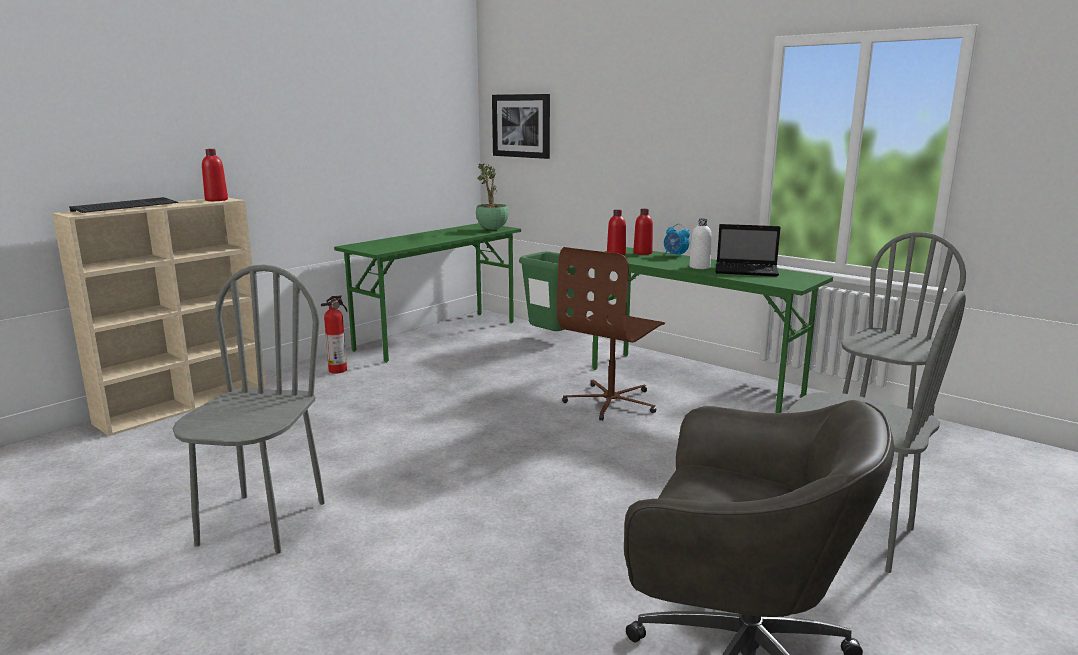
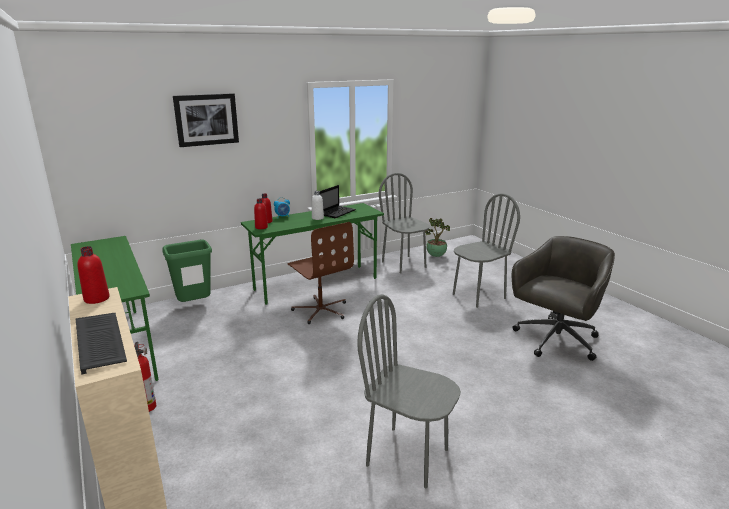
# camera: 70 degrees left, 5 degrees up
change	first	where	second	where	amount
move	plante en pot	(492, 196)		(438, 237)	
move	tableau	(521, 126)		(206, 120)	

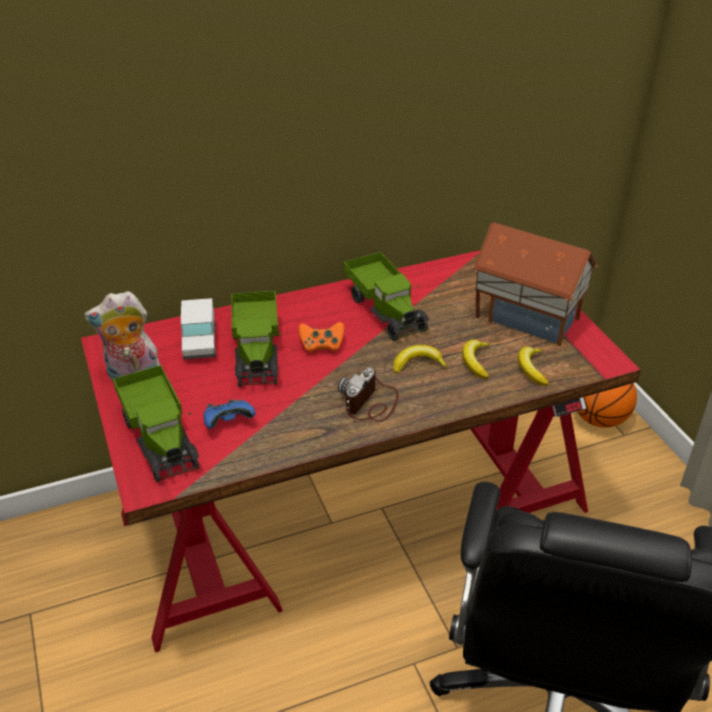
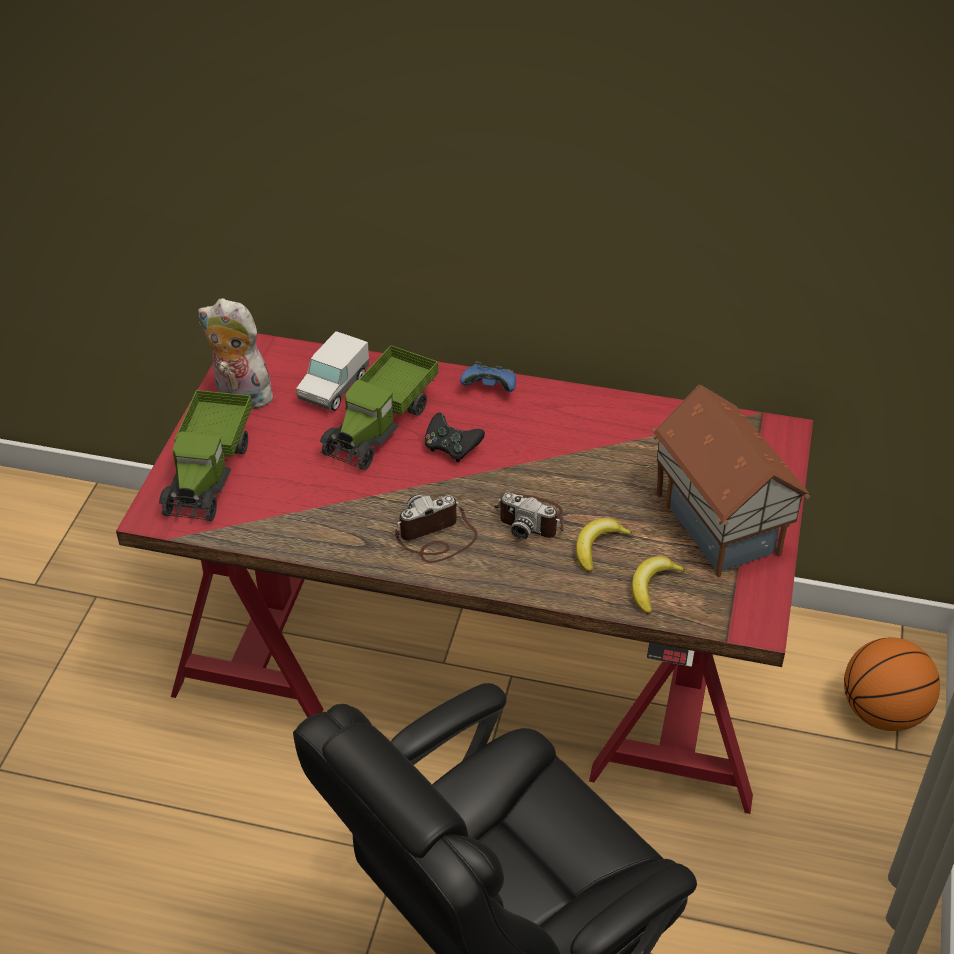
# camera: 35 degrees right, 5 degrees up
change	first	where	second	where	amount
delete	camion jouet	(386, 296)			
move	manette/bleu	(230, 414)		(488, 377)	
replace	banane	(420, 359)	appareil photo	(529, 516)	
recolor	manette/orange	(321, 337)	manette/noir	(455, 437)	

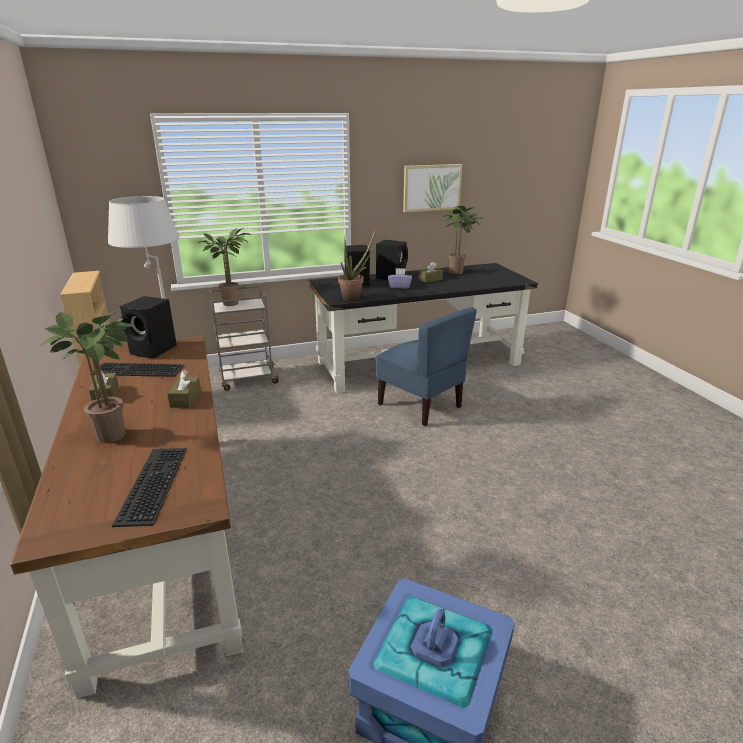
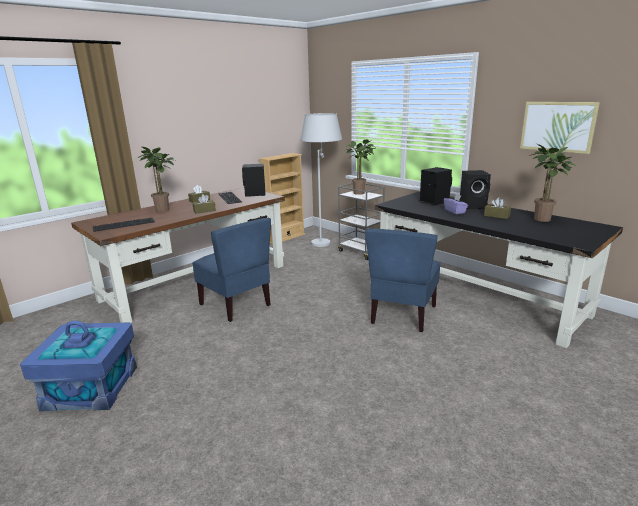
# camera: 65 degrees right, 5 degrees down
change	first	where	second	where	amount
delete	plante en pot	(357, 265)			
insert			chaise/bleu	(231, 270)	

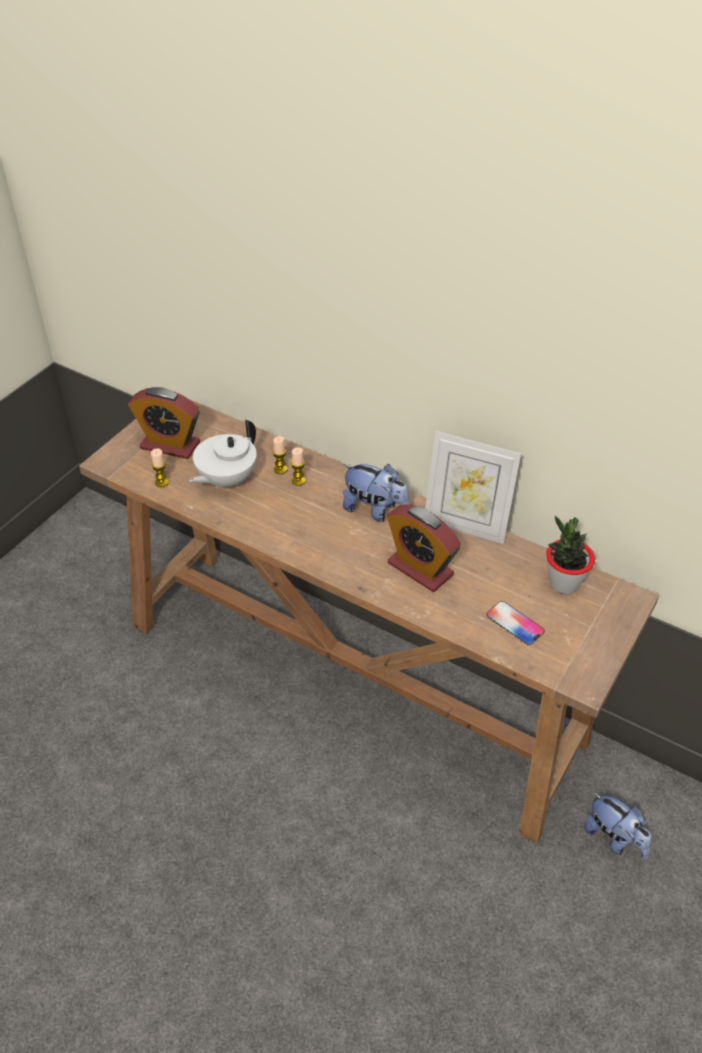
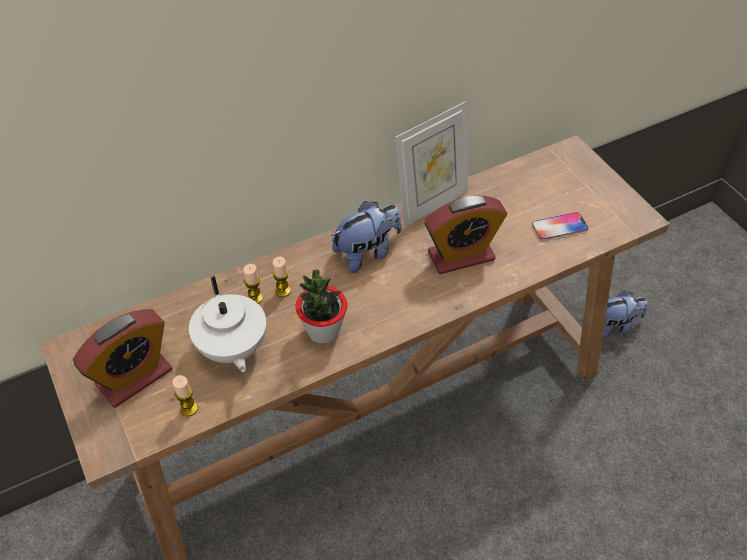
# camera: 60 degrees left, 5 degrees up
change	first	where	second	where	amount
move	plante en pot	(570, 555)		(321, 306)	

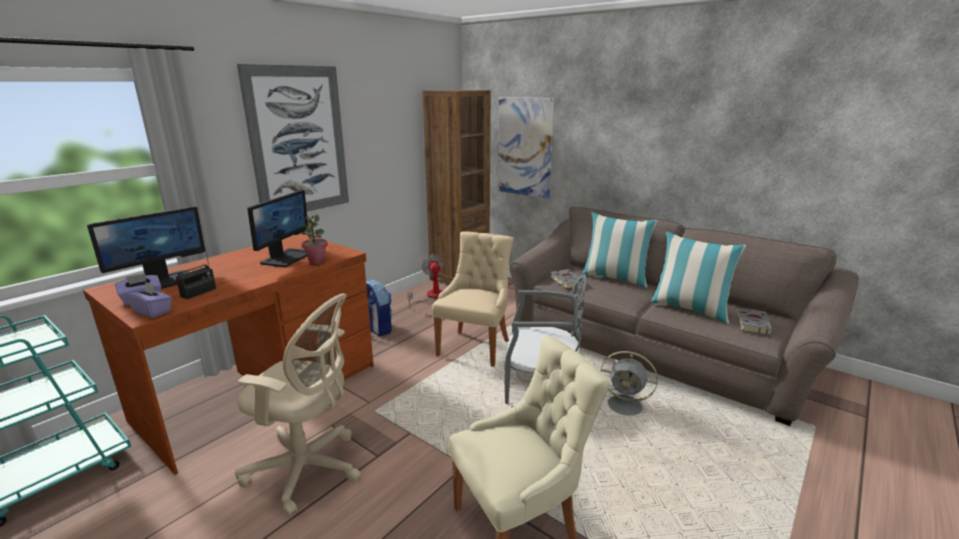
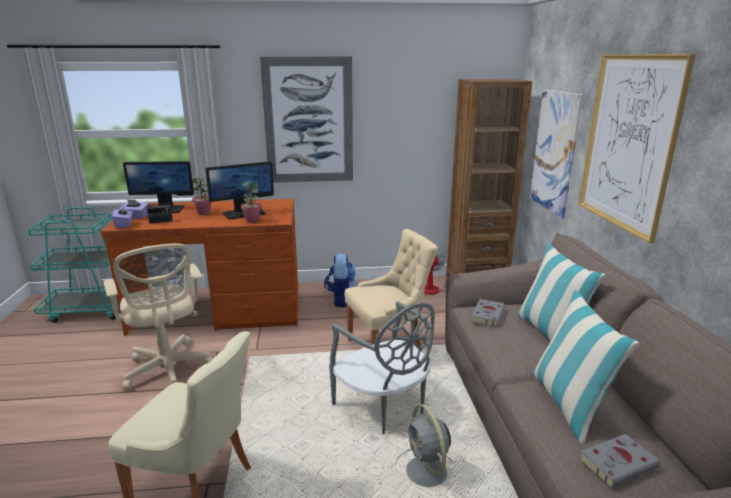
# camera: 45 degrees right, 0 degrees up
change	first	where	second	where	amount
insert			plante en pot	(201, 196)	
insert			tableau	(637, 148)	

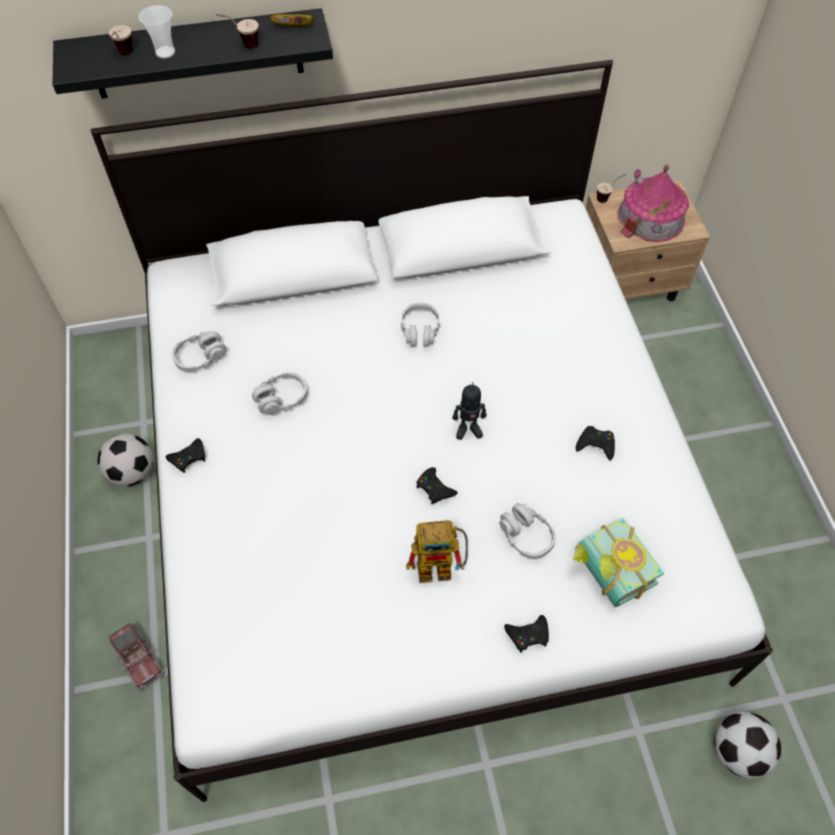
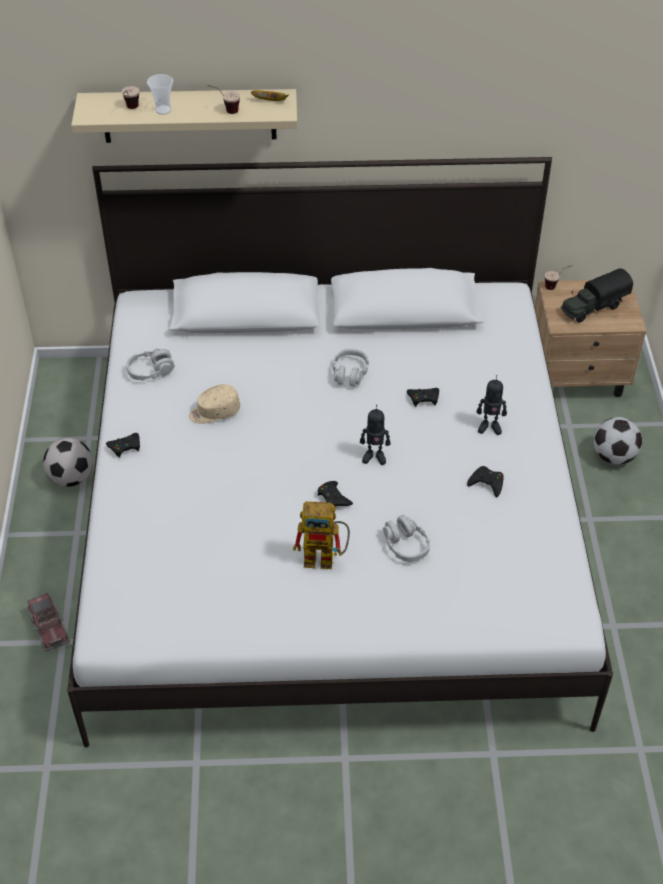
# camera: 10 degrees right, 10 degrees down
change	first	where	second	where	amount
delete	livre	(618, 562)			
insert			robot jouet	(492, 405)	
move	manette/noir	(526, 634)		(423, 397)	
move	ballon de foot	(747, 745)		(618, 441)	
replace	casque audio/gris	(280, 393)	casquette/beige	(214, 404)	
replace	maison miniature	(653, 203)	camion jouet	(597, 295)	
recolor	étagère/noir	(193, 53)	étagère/beige	(184, 116)	

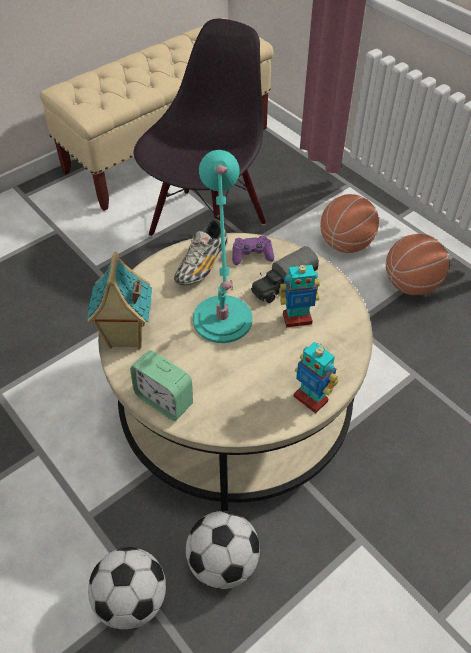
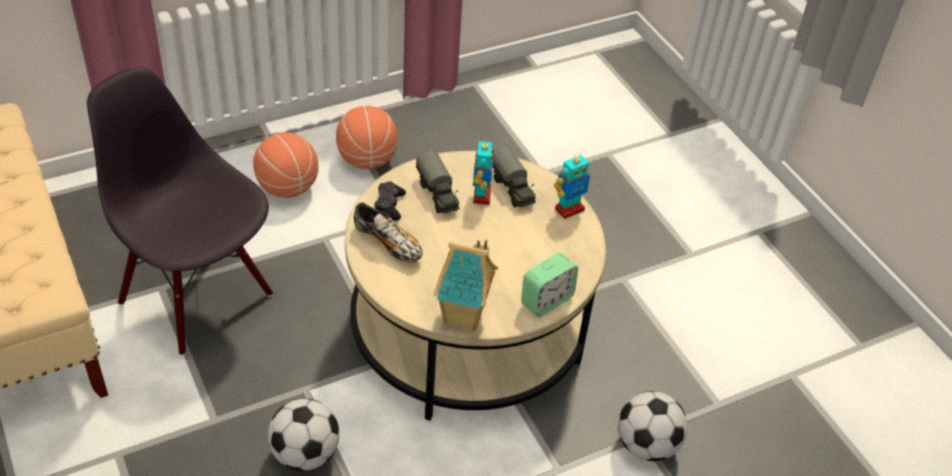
# camera: 80 degrees left, 5 degrees down
change	first	where	second	where	amount
delete	lampe de table/turquoise	(222, 246)			
insert			camion jouet	(514, 176)	
move	ballon de foot	(223, 550)		(304, 435)	
recolor	manette/violet	(253, 250)	manette/noir	(390, 201)	

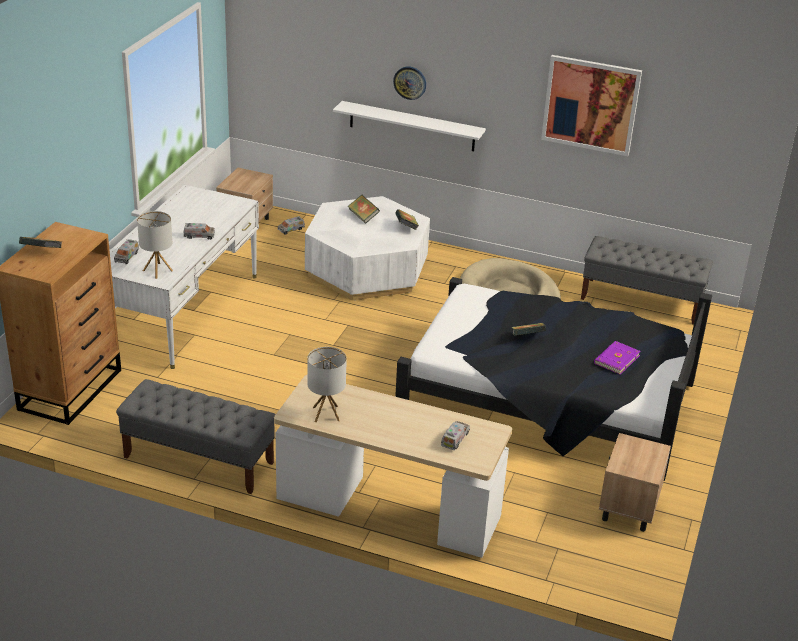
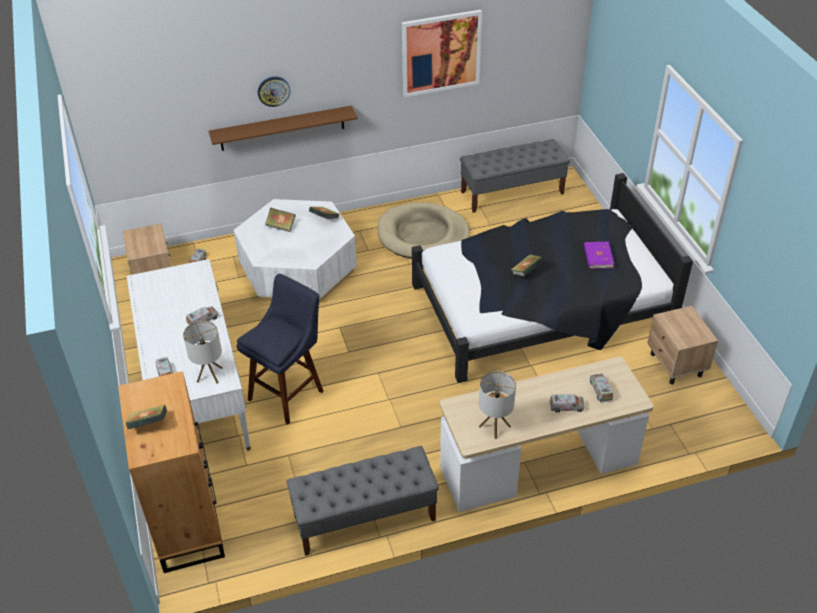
# camera: 35 degrees left, 10 degrees up
change	first	where	second	where	amount
insert			tabouret/bleu	(280, 349)	
insert			camion jouet	(567, 403)	
recolor	étagère/blanc	(409, 126)	étagère/marron	(283, 128)	

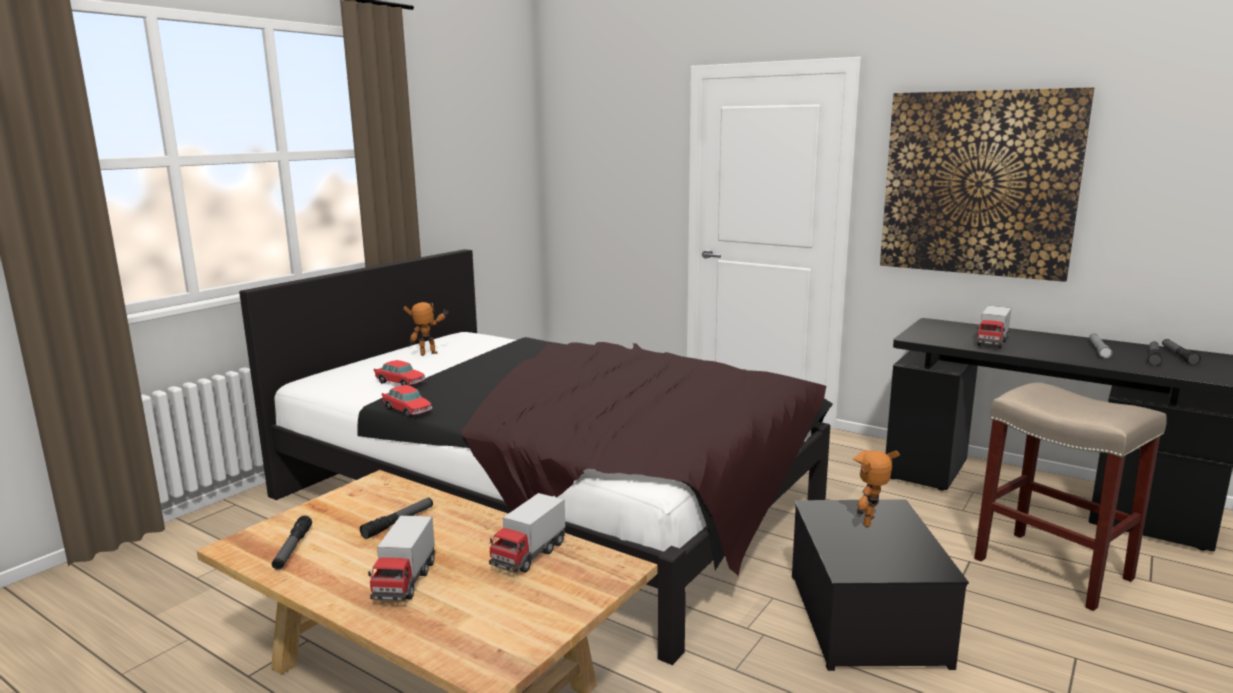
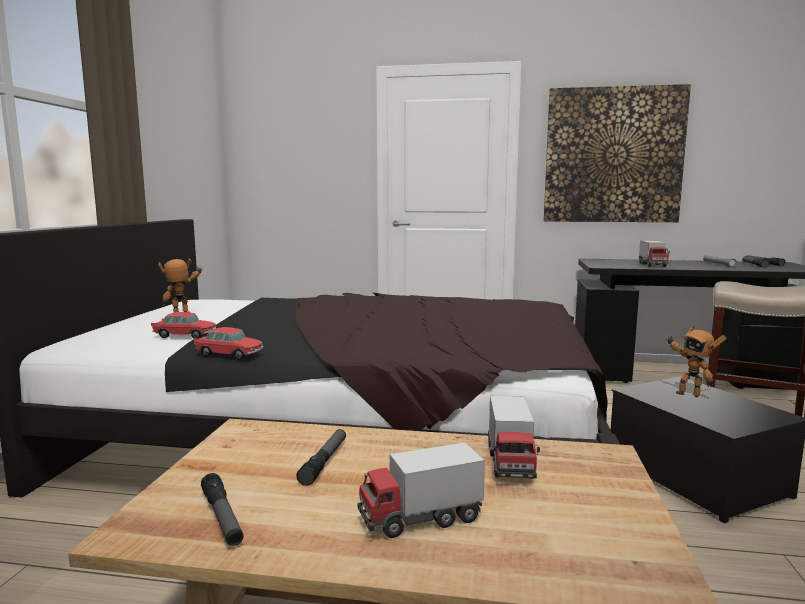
# camera: 25 degrees left, 5 degrees down
change	first	where	second	where	amount
rotate	camion jouet	(401, 558)		(421, 490)	90 degrees clockwise
rotate	robot jouet	(876, 488)		(696, 361)	60 degrees counterclockwise

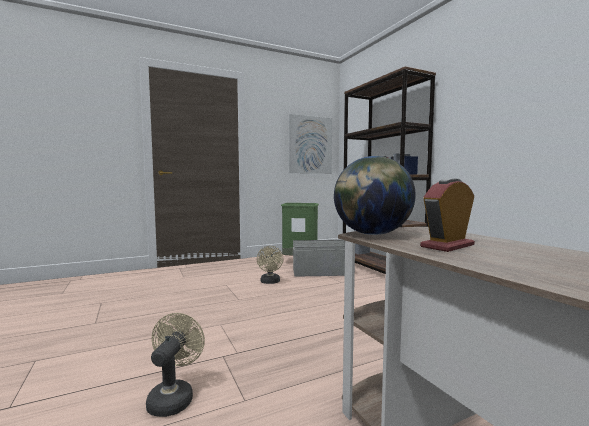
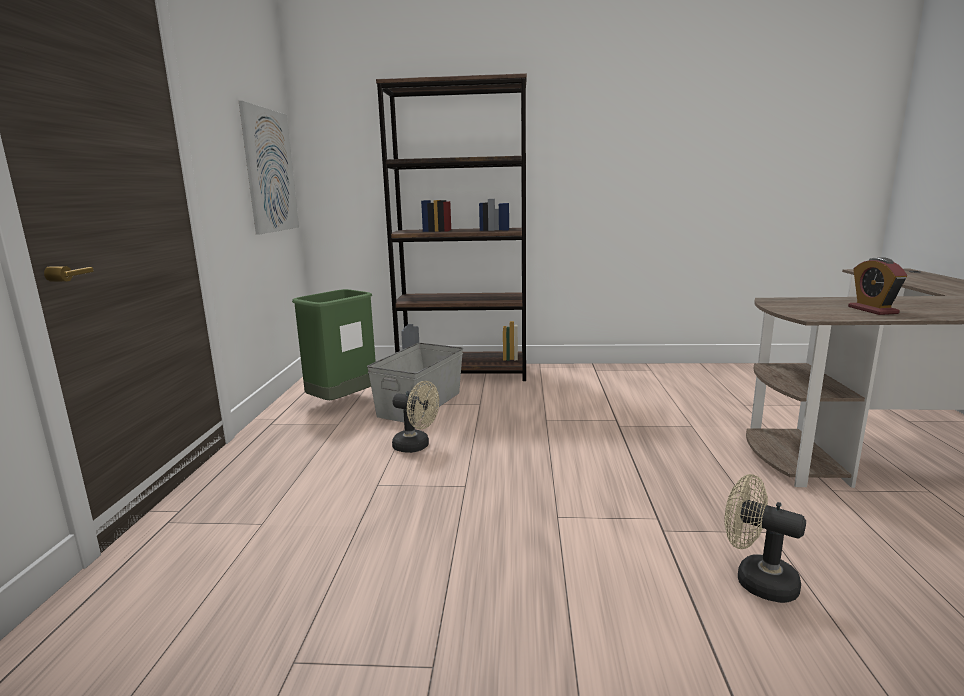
# camera: 60 degrees left, 10 degrees up
change	first	where	second	where	amount
delete	globe	(375, 195)			

